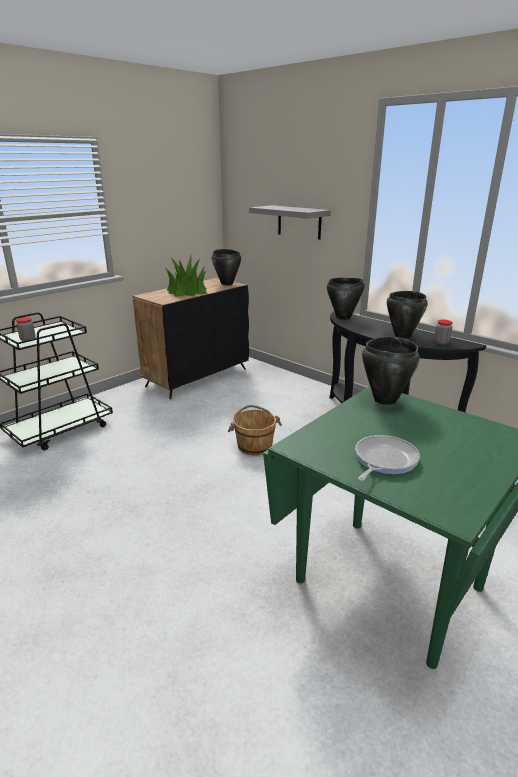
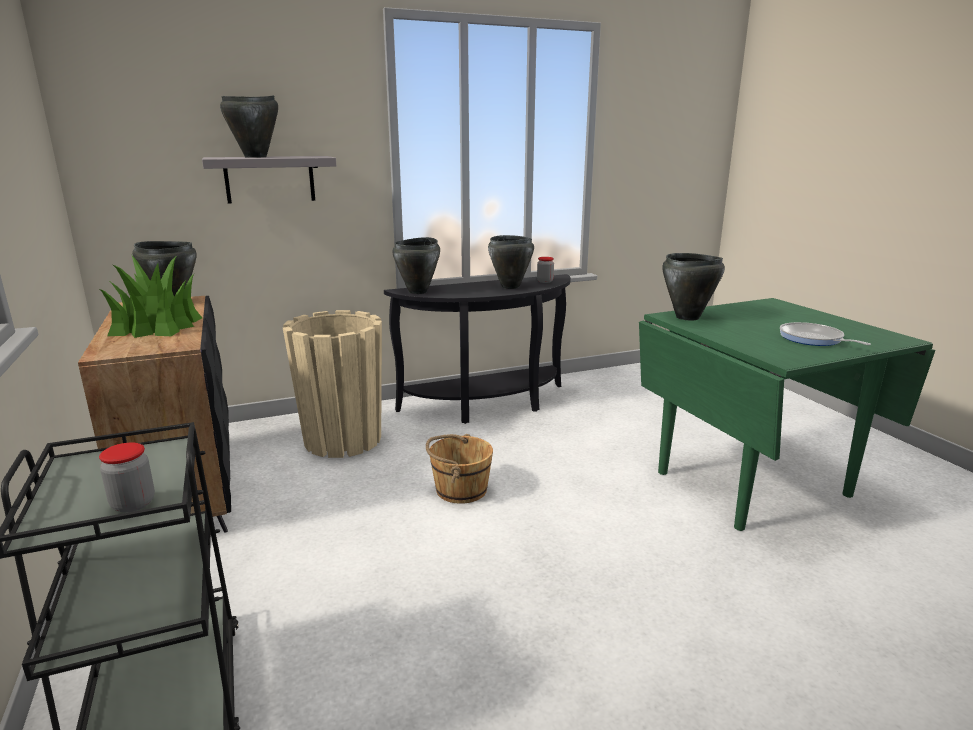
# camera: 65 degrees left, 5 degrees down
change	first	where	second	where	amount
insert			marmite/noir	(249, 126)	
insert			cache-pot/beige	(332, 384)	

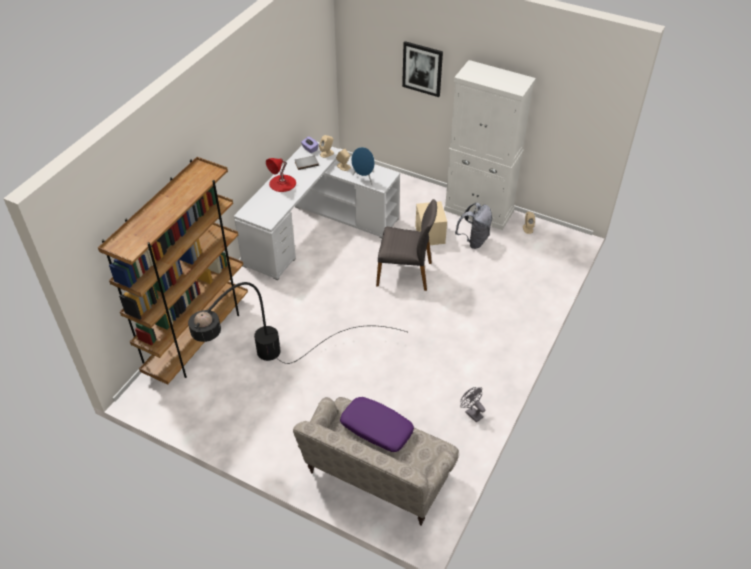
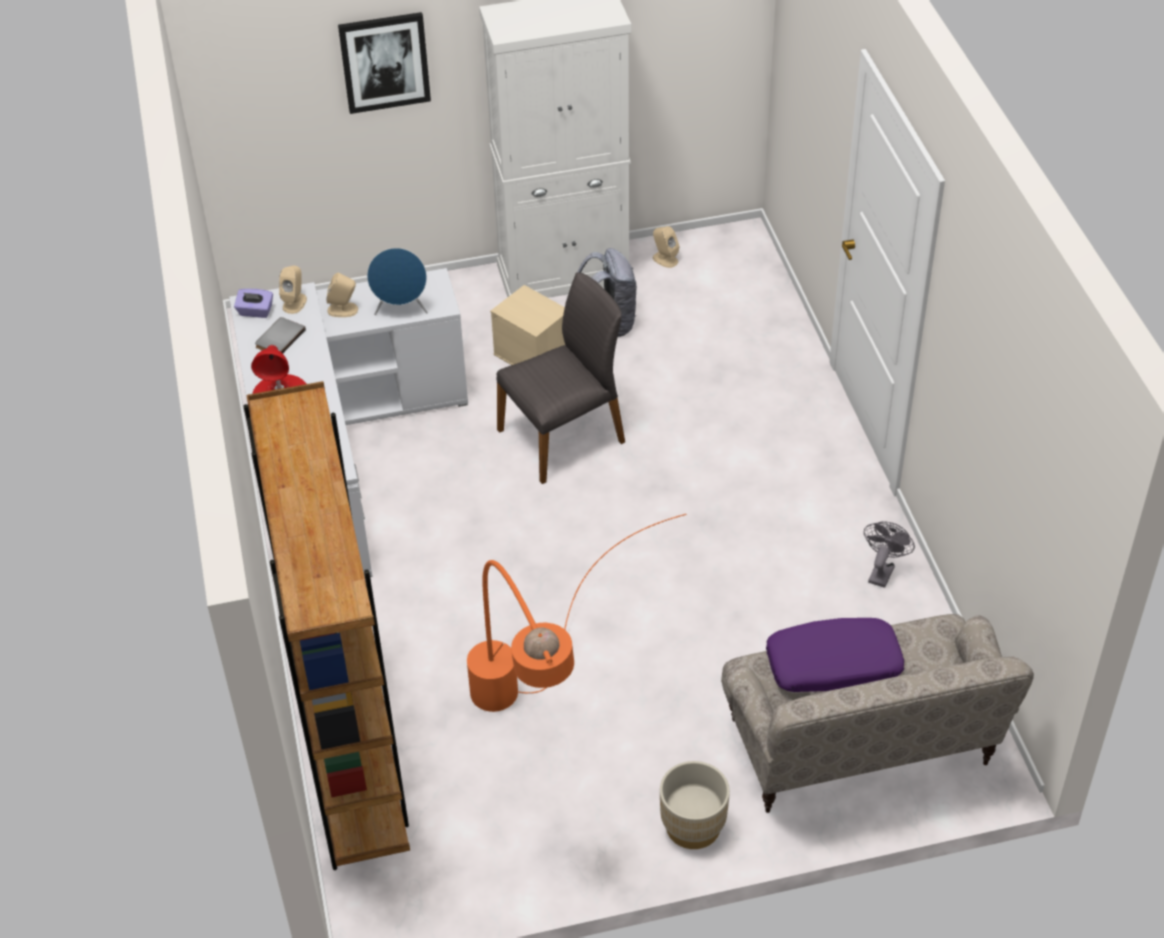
# camera: 40 degrees left, 0 degrees up
change	first	where	second	where	amount
insert			cache-pot/beige	(695, 805)	
recolor	lampadaire/noir	(297, 323)	lampadaire/orange	(577, 613)	
rotate	ventilateur/gris	(472, 405)		(889, 554)	105 degrees clockwise

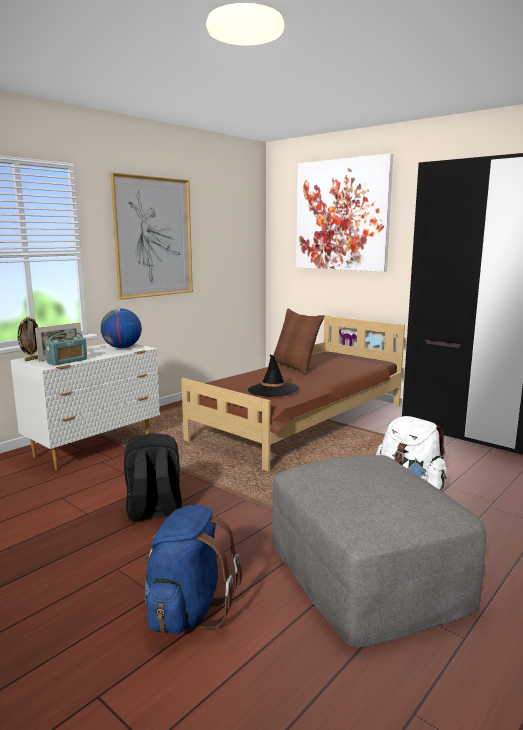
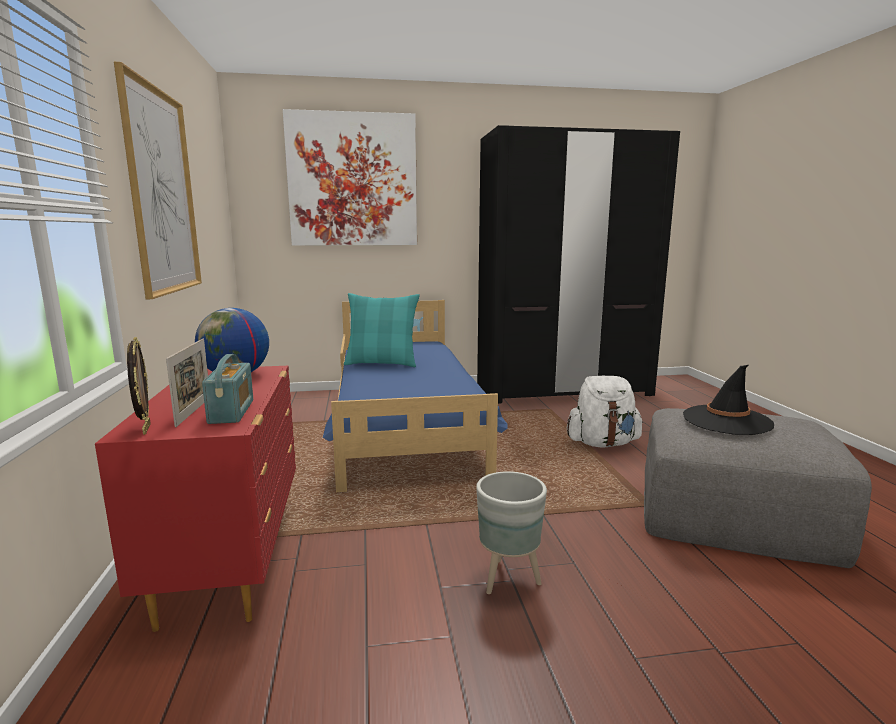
# camera: 50 degrees left, 0 degrees up
change	first	where	second	where	amount
delete	sac à dos/bleu	(192, 569)			
move	chapeau/noir	(273, 375)		(728, 400)	
replace	sac à dos/noir	(153, 477)	cache-pot/gris	(511, 532)	
recolor	commode/blanc	(85, 406)	commode/rouge	(195, 499)	
recolor	lit/marron	(292, 393)	lit/bleu	(415, 396)	
recolor	coussin/marron	(299, 342)	coussin/turquoise	(382, 330)	

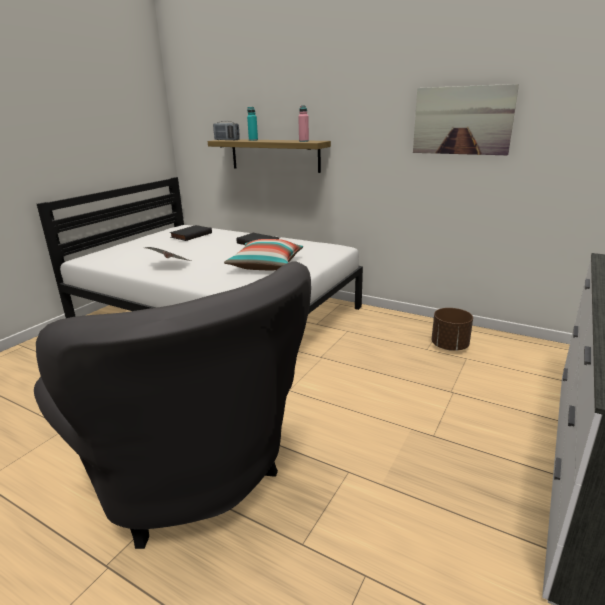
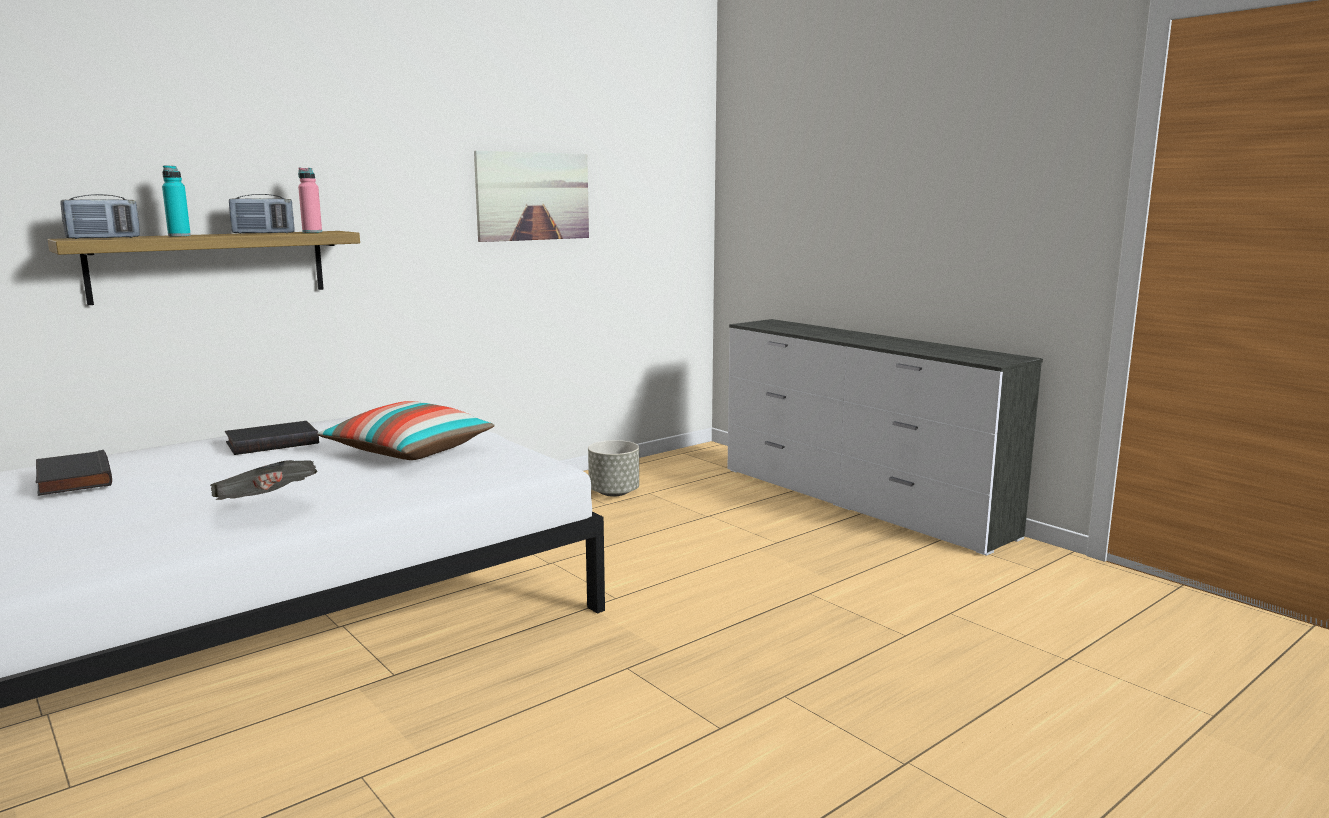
# camera: 70 degrees left, 10 degrees down
change	first	where	second	where	amount
delete	fauteuil/gris	(172, 405)			
insert			radio	(262, 214)	
recolor	cache-pot/marron	(452, 329)	cache-pot/gris	(613, 468)	

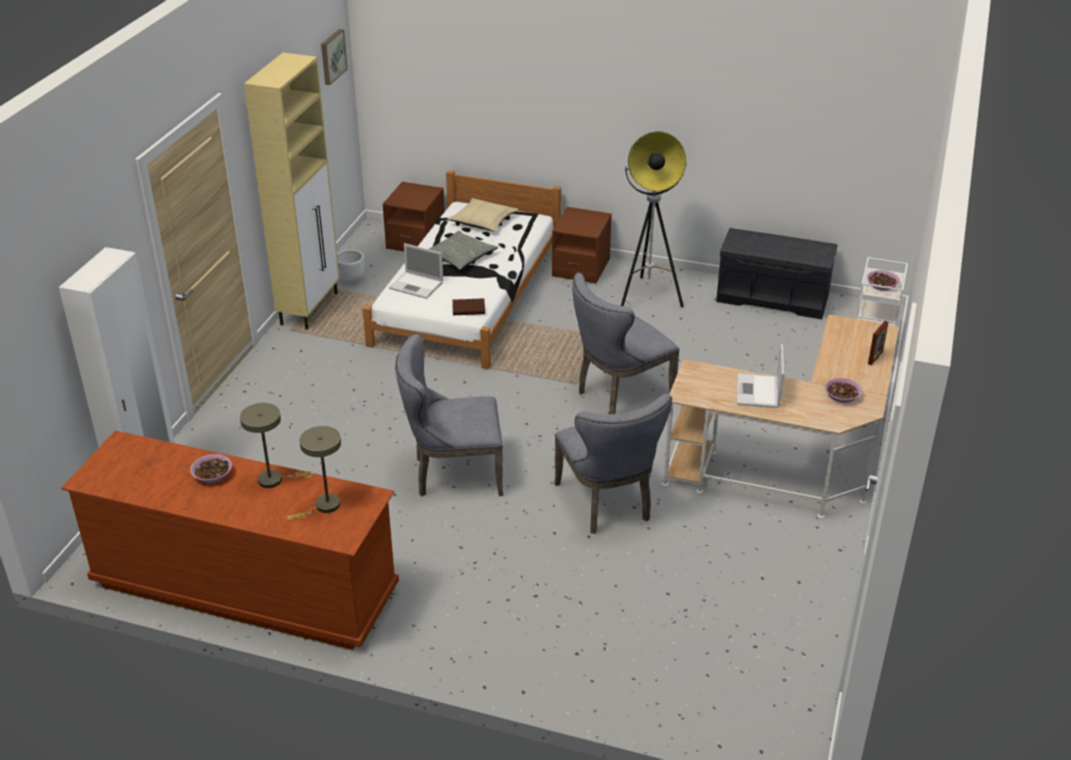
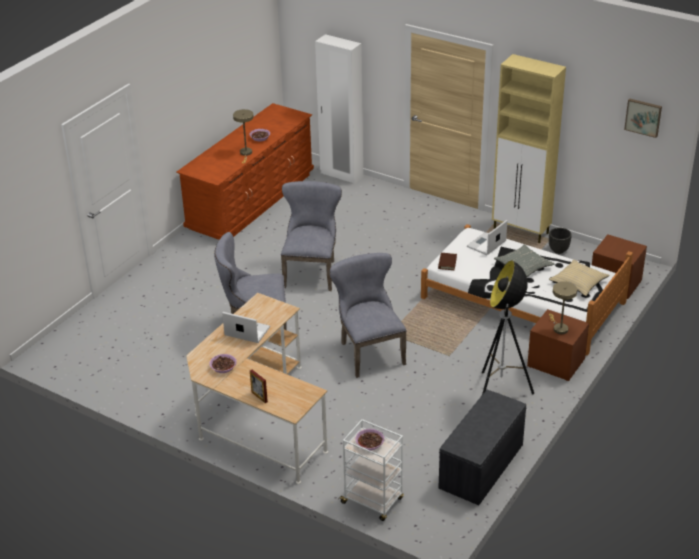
# camera: 105 degrees right, 0 degrees up
change	first	where	second	where	amount
move	lampe de table/beige	(314, 473)		(563, 307)	
recolor	cache-pot/blanc	(350, 267)	cache-pot/noir	(560, 241)	

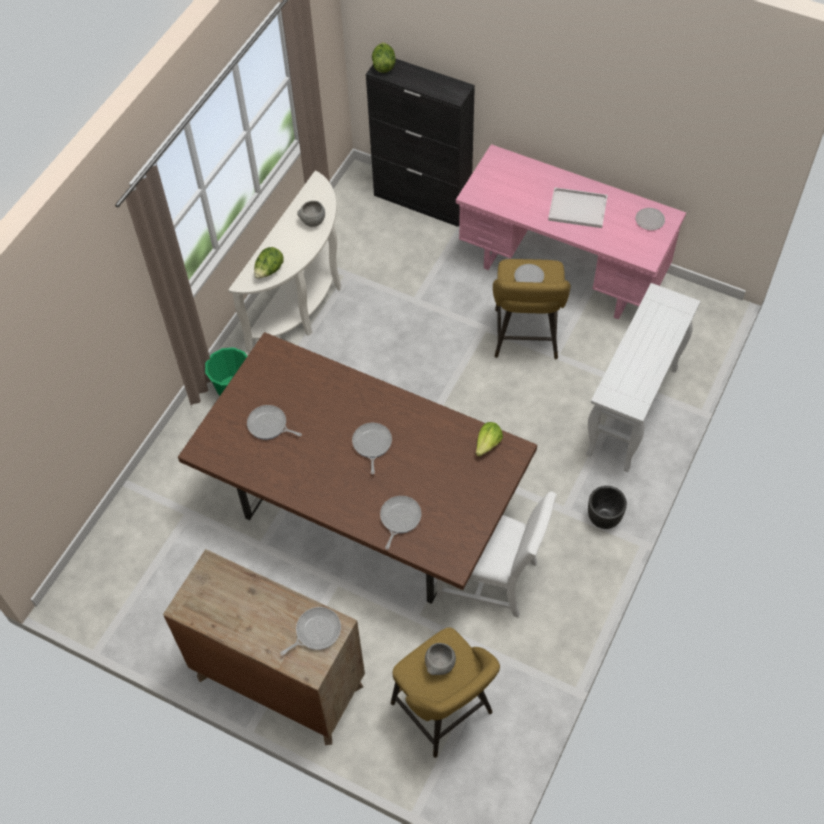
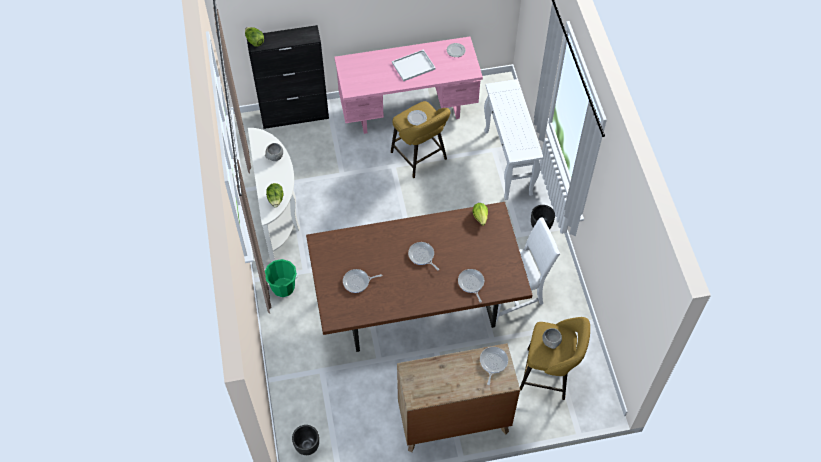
# camera: 40 degrees left, 0 degrees up
change	first	where	second	where	amount
insert			cache-pot/noir	(305, 440)	

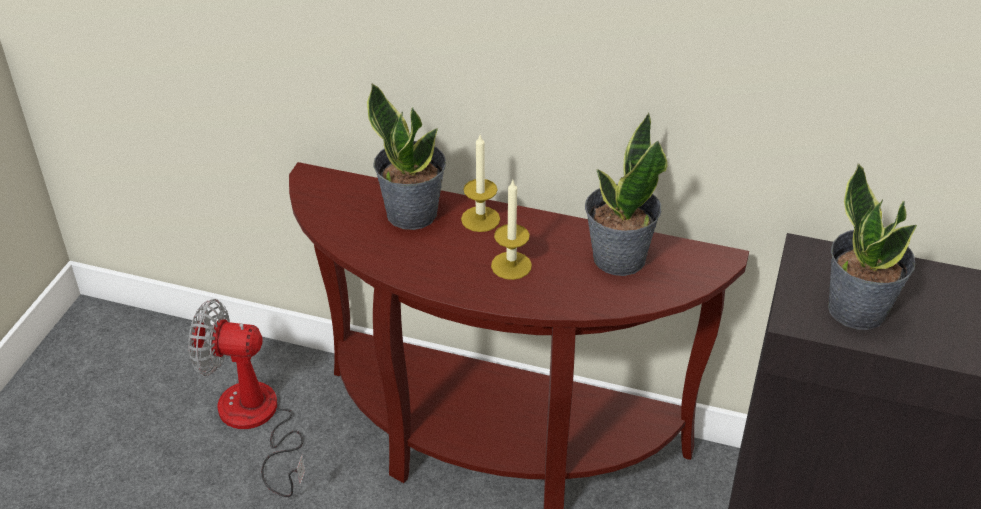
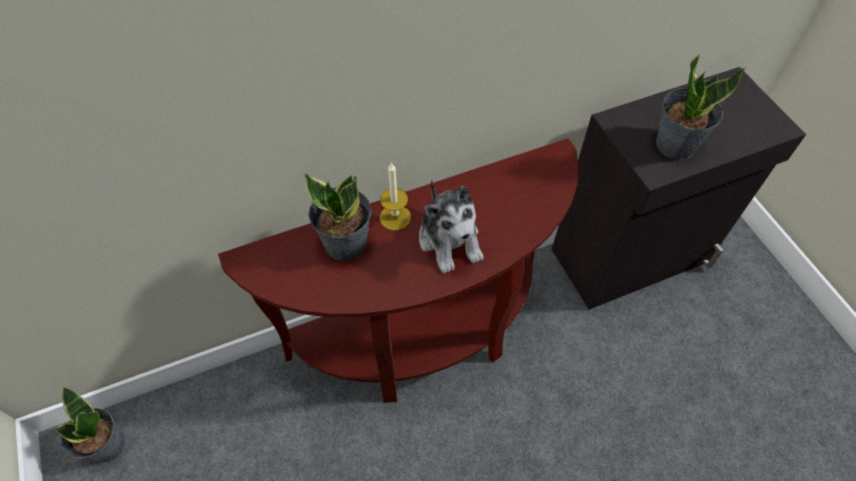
# camera: 40 degrees left, 15 degrees up
change	first	where	second	where	amount
delete	ventilateur	(246, 398)			
move	plante en pot	(626, 194)		(89, 425)	
replace	bougie	(511, 230)	peluche	(451, 227)	

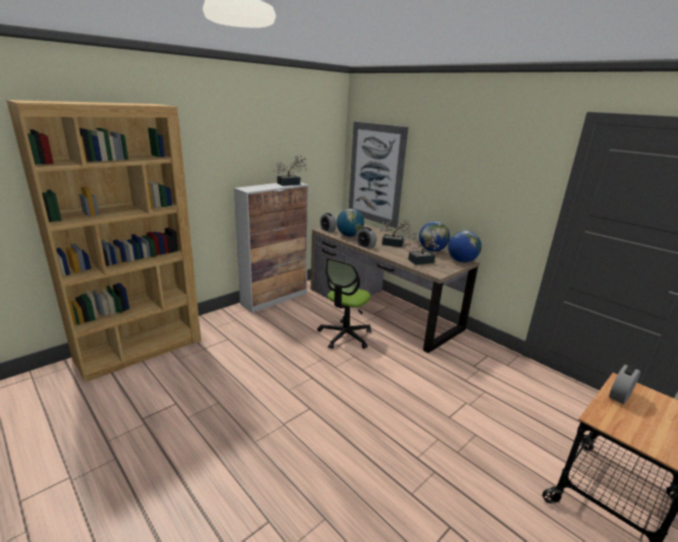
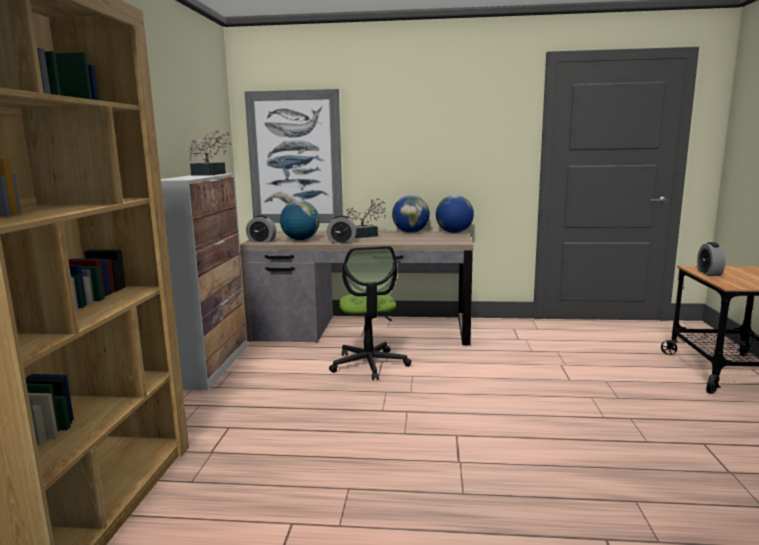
# camera: 40 degrees left, 10 degrees down
change	first	where	second	where	amount
delete	plante en pot	(421, 248)			

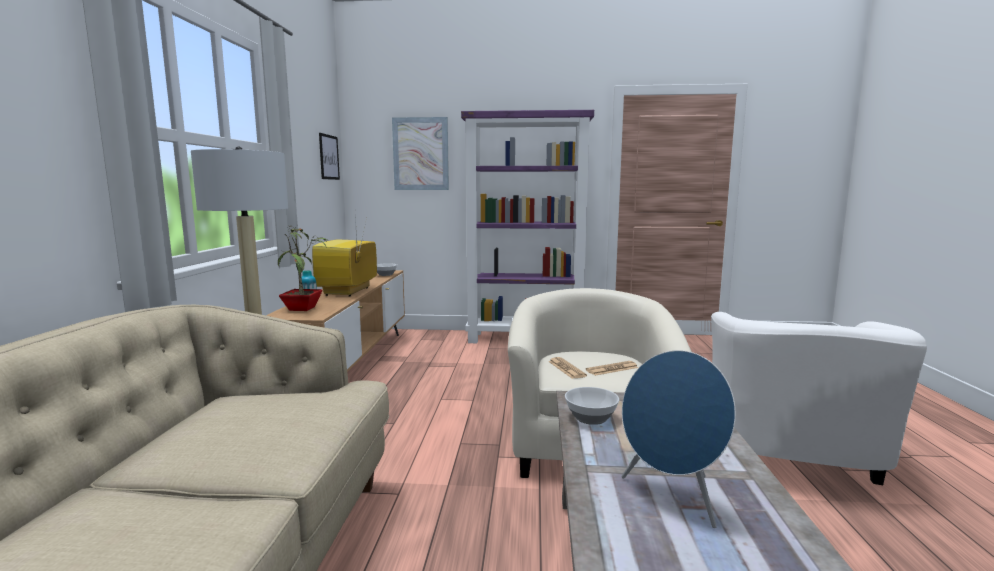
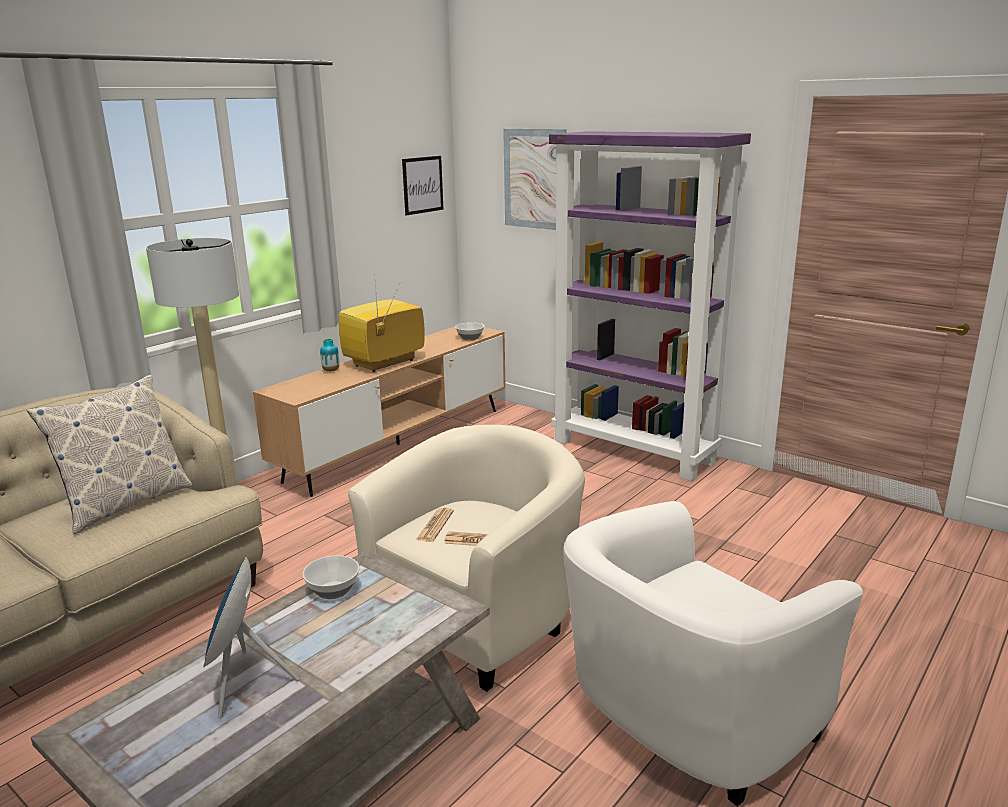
# camera: 35 degrees right, 10 degrees up
change	first	where	second	where	amount
delete	plante en pot	(304, 268)			
insert			coussin	(109, 454)	

